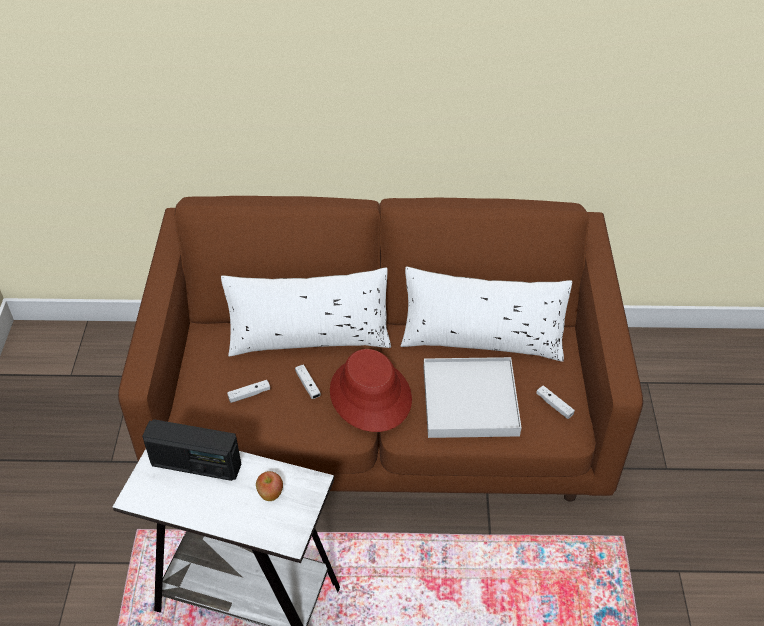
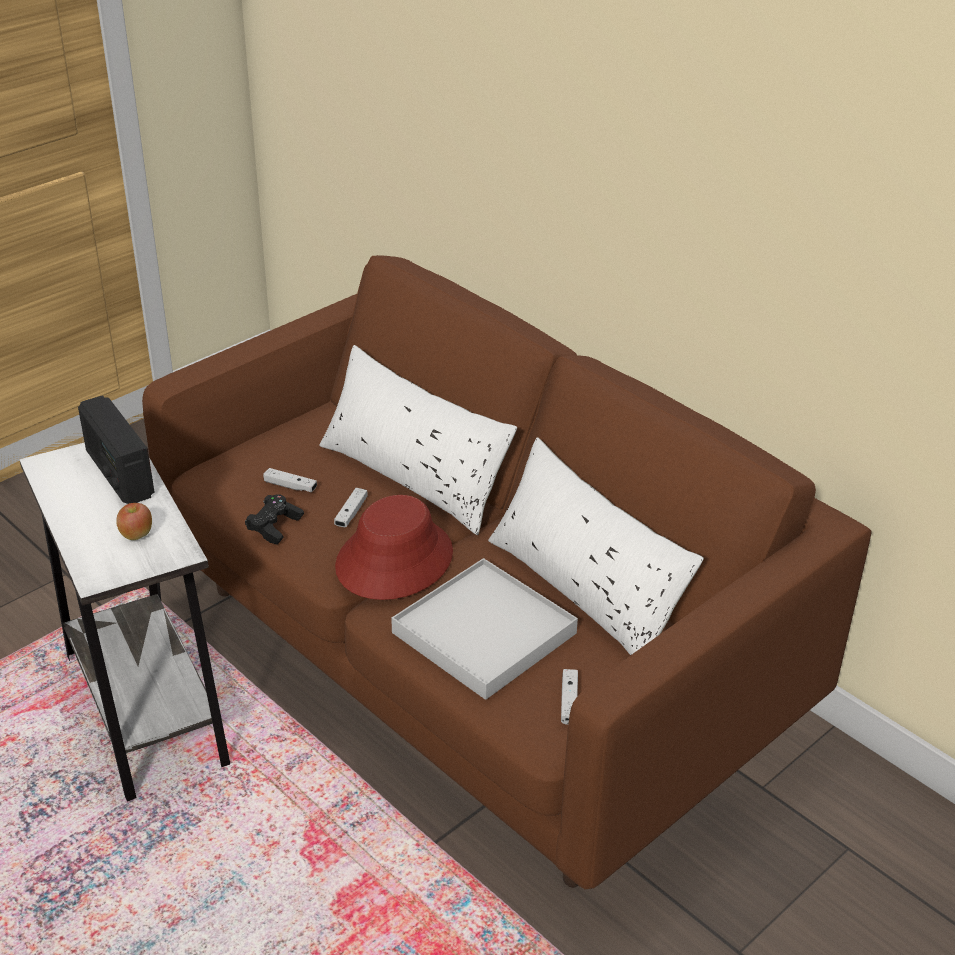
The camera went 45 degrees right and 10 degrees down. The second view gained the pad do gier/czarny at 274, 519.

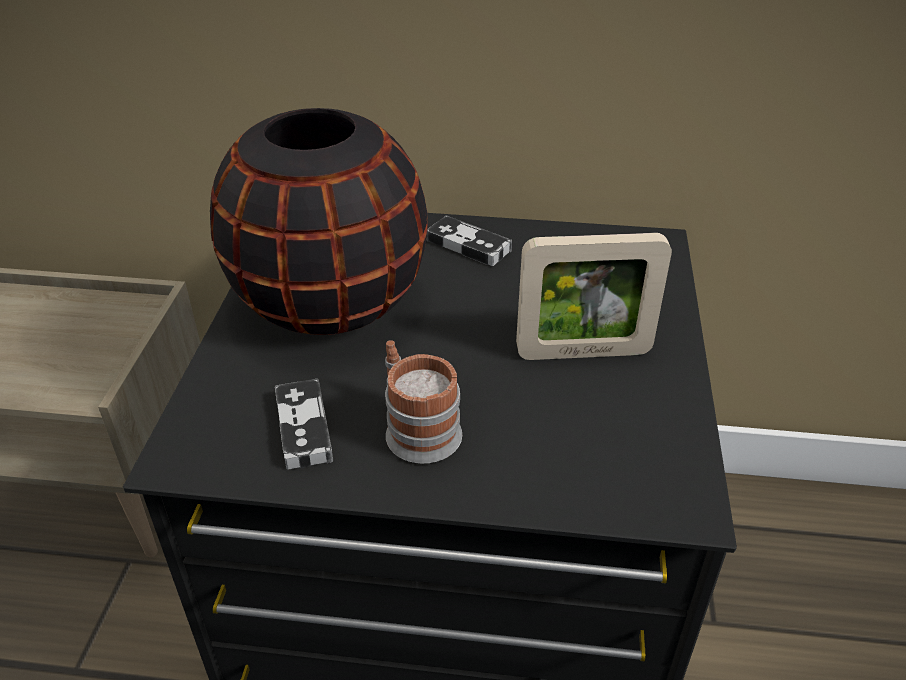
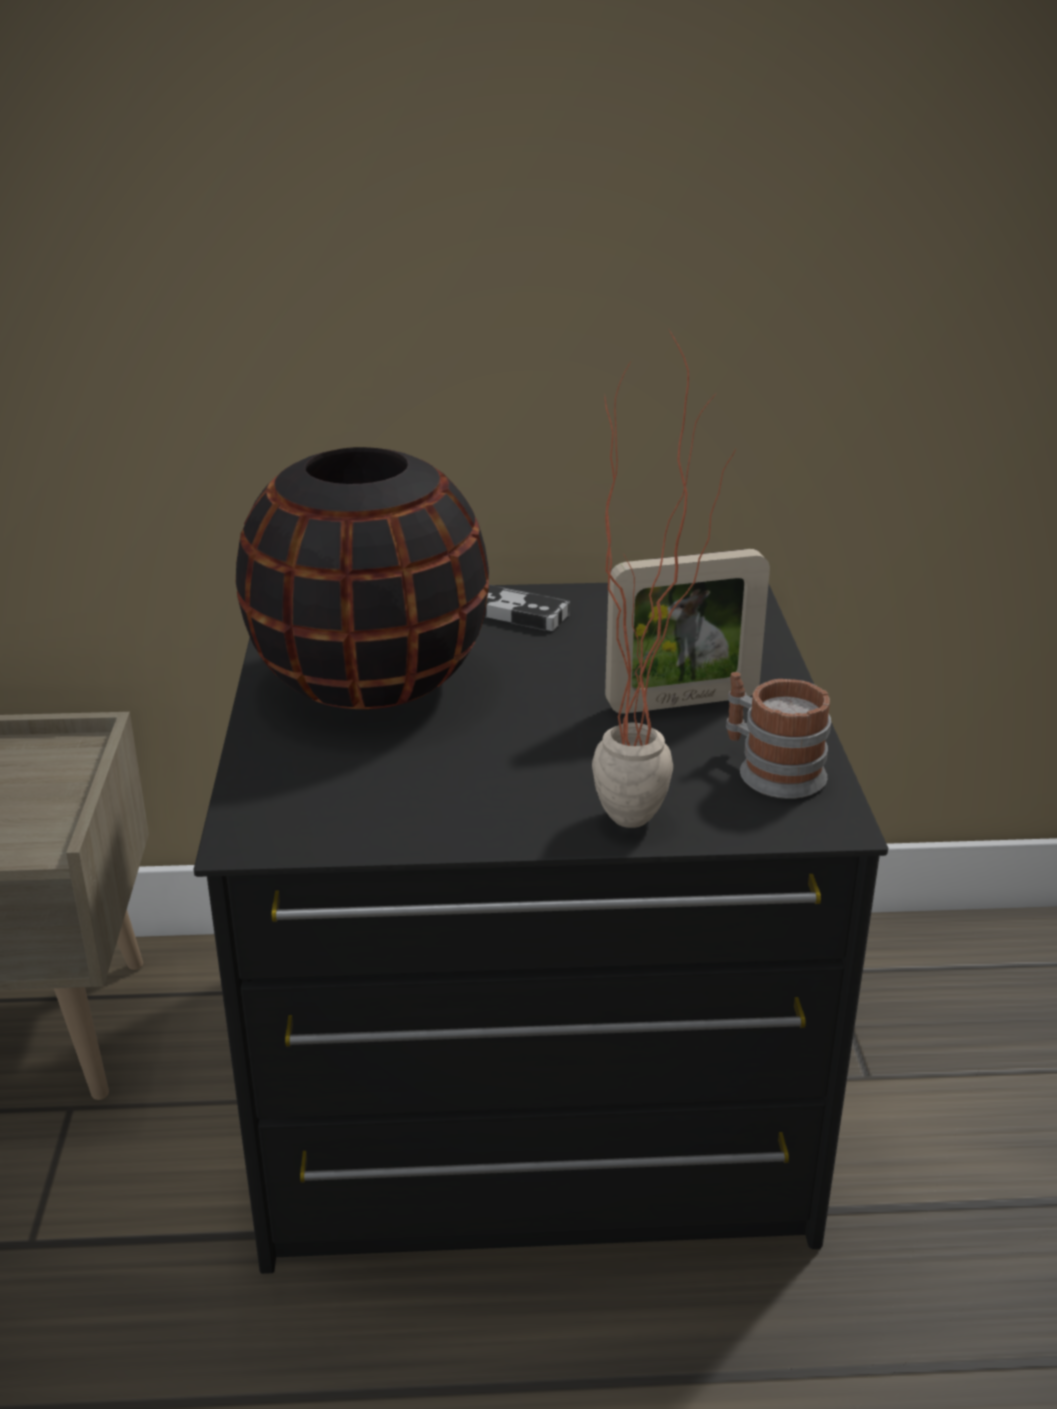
The camera went 10 degrees left and 10 degrees down. The second view lost the pad do gier at 304, 424. The kubek ended up elsewhere, having gone from 423, 402 to 778, 735. The second view gained the roślina doniczkowa at 664, 578.

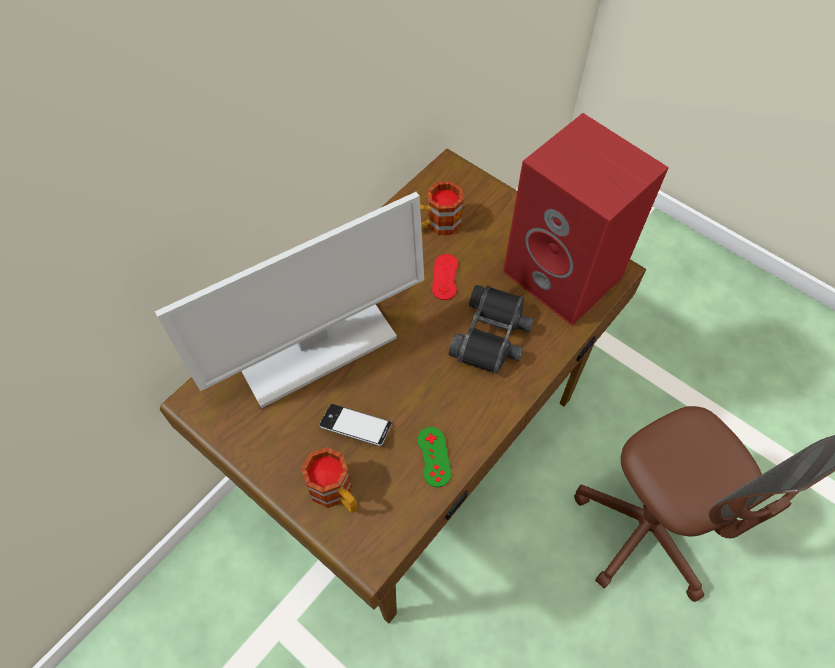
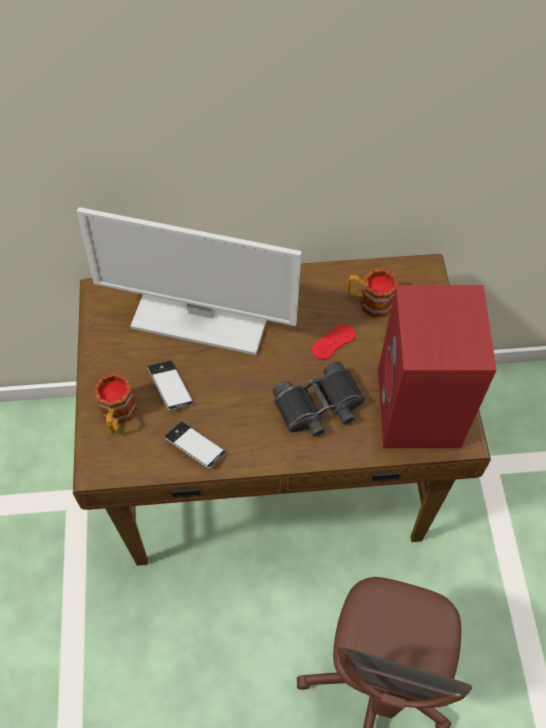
The camera went 45 degrees right and 0 degrees up. Where the pad do gier/zielony stood at 434, 457, the telefon came to stand at 195, 445.

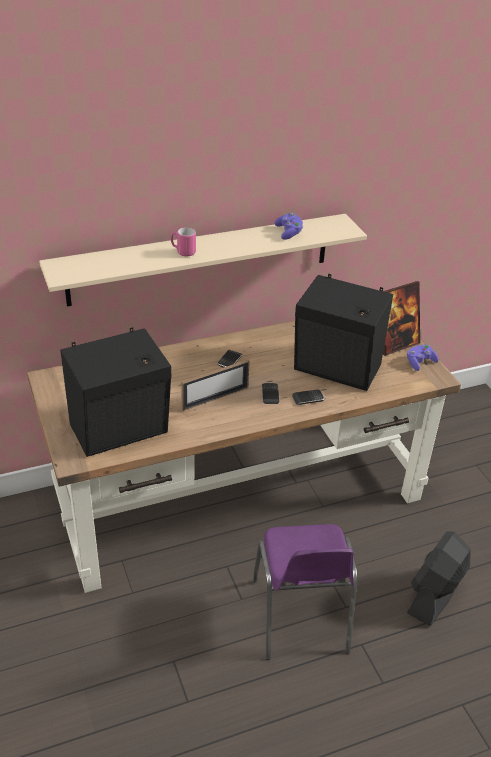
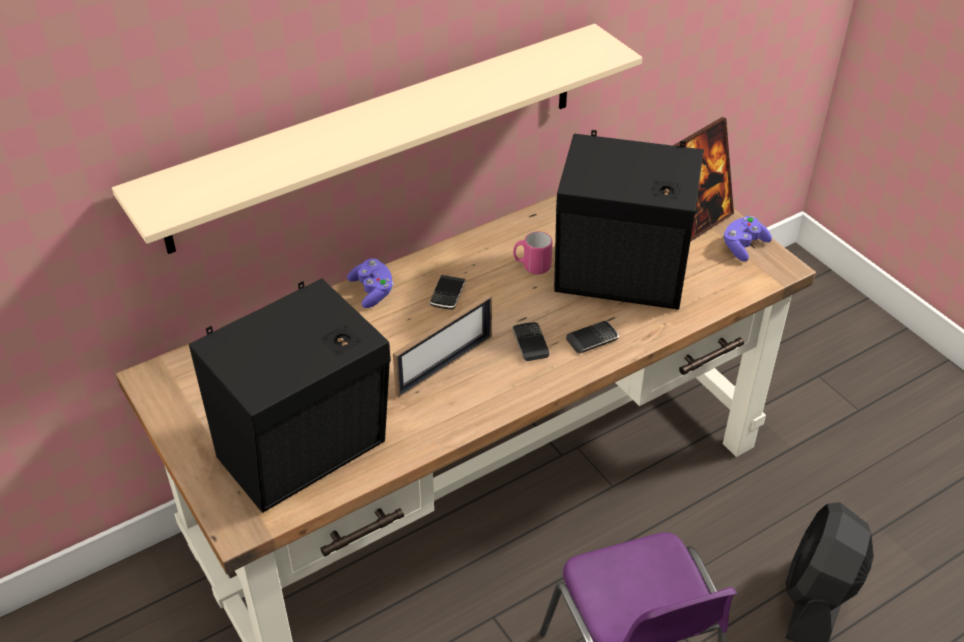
The camera went 10 degrees left and 5 degrees up. The kubek/różowy ended up elsewhere, having gone from 183, 241 to 532, 252. The pad do gier/fioletowy ended up elsewhere, having gone from 289, 226 to 370, 283.

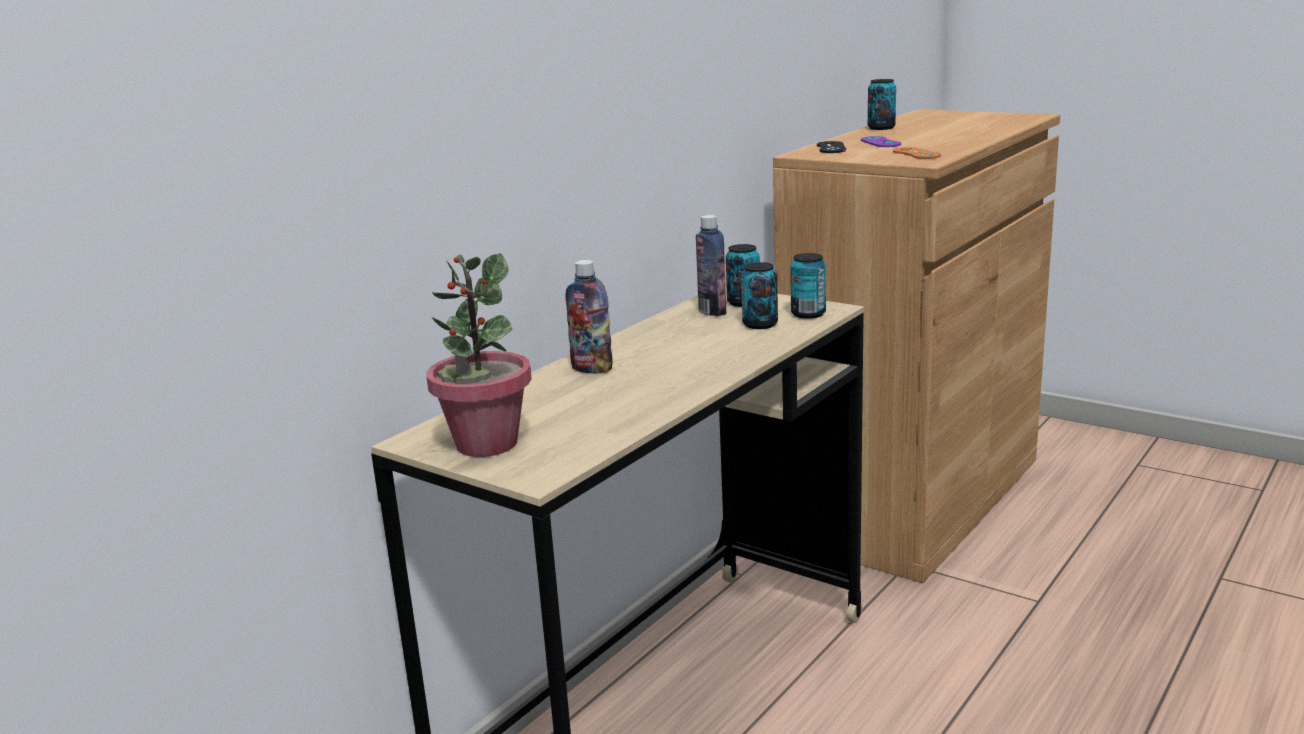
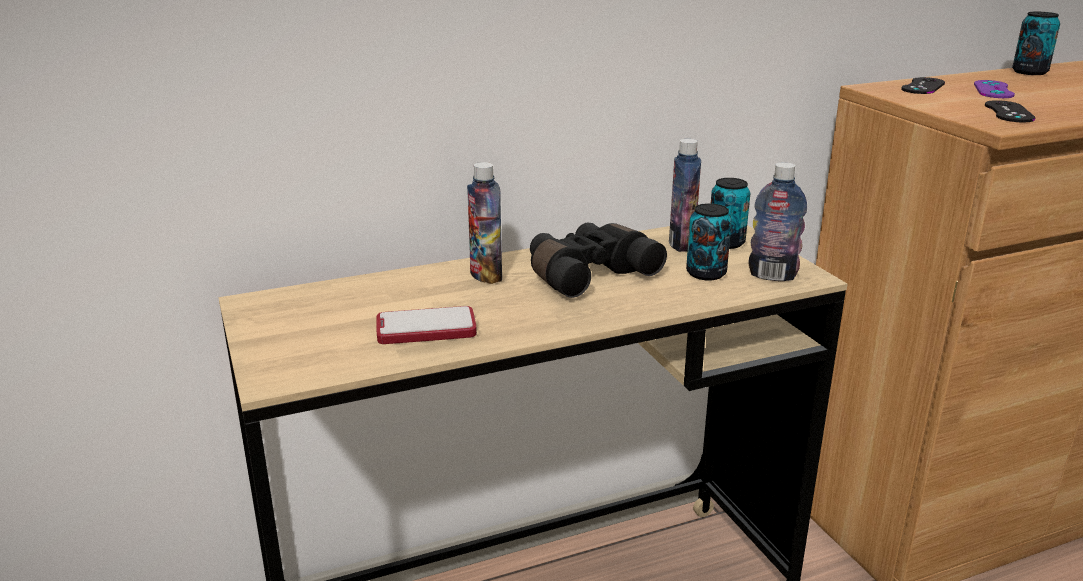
The camera went 30 degrees right and 5 degrees up. The second view lost the roślina doniczkowa at 479, 355. Where the puszka stood at 808, 286, the butelka came to stand at 777, 221. What was the pad do gier/pomarańczowy at 917, 153 turned into the pad do gier/czarny at 1010, 111. The second view gained the telefon at 426, 325. The second view gained the lornetka/czarny at 598, 260.

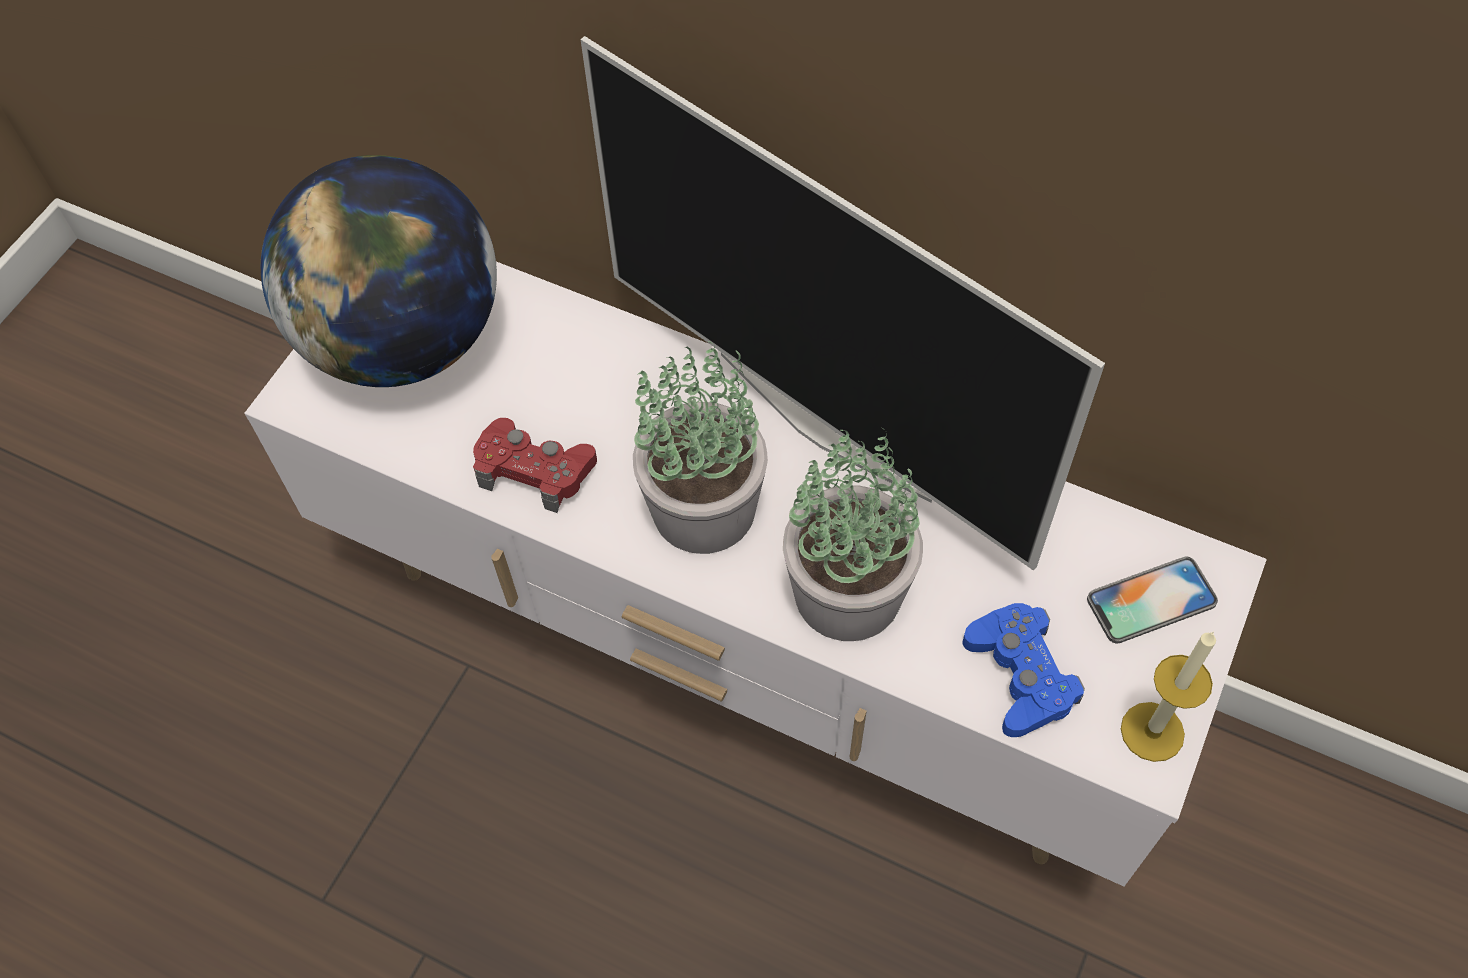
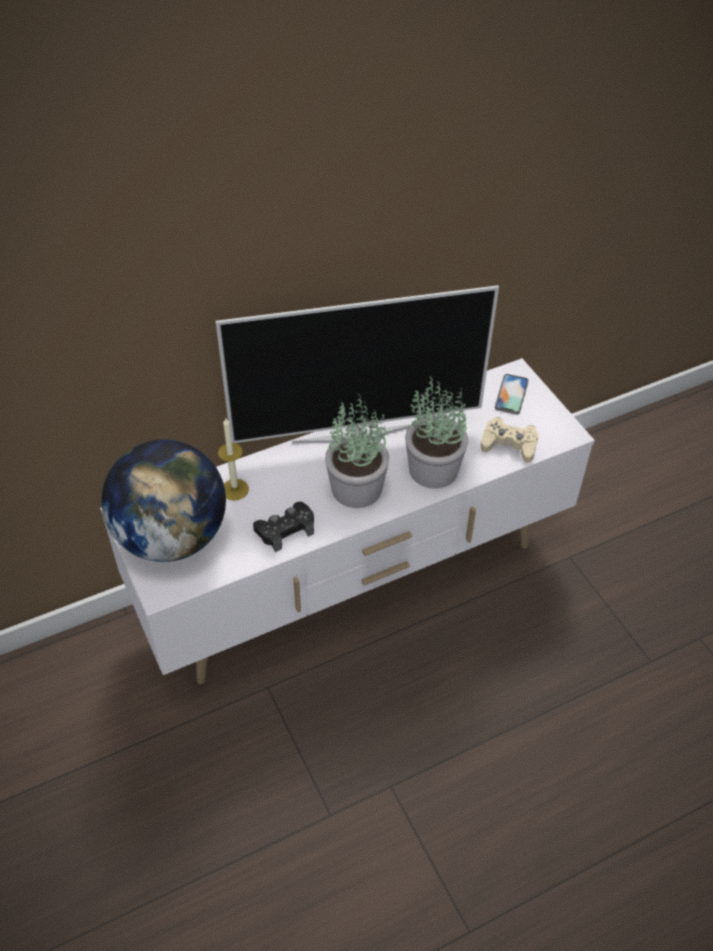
The camera went 55 degrees left and 10 degrees down. What was the pad do gier/czerwony at 535, 465 turned into the pad do gier/czarny at 283, 527. What was the pad do gier/niebieski at 1023, 670 turned into the pad do gier/beżowy at 510, 440. The świeca ended up elsewhere, having gone from 1168, 696 to 233, 459.

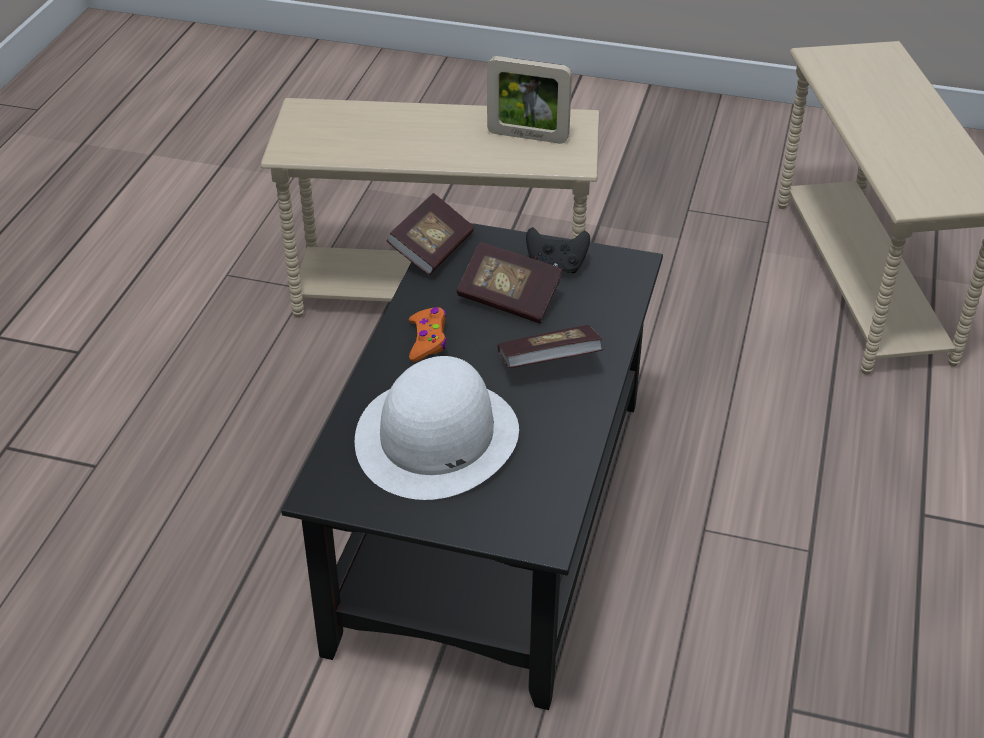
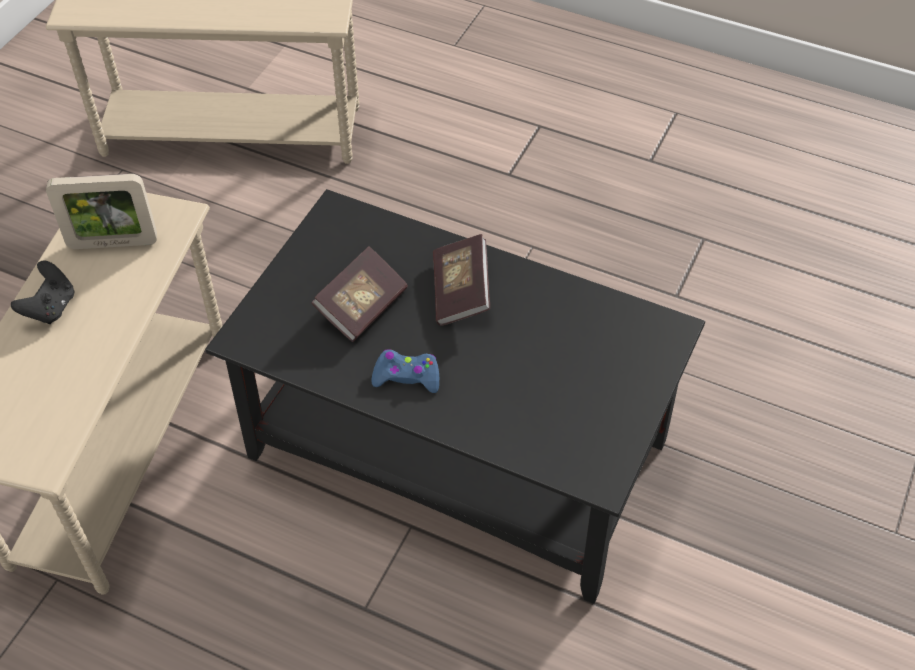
The camera went 80 degrees left and 10 degrees up. The second view lost the kapelusz/biały at 437, 428. The second view lost the książka at 430, 234. What was the pad do gier/pomarańczowy at 427, 334 turned into the pad do gier/niebieski at 405, 371. The ramka na zdjęcie at 529, 100 ended up facing another way, 60 degrees clockwise from before. The pad do gier/czarny ended up elsewhere, having gone from 558, 250 to 42, 292.

